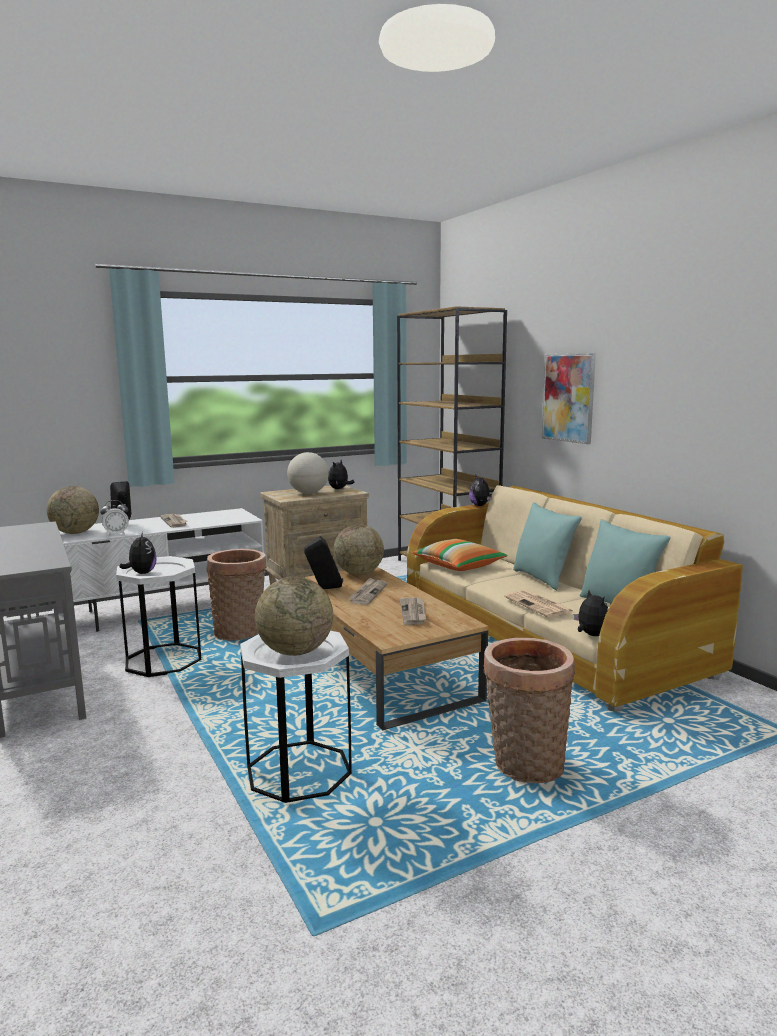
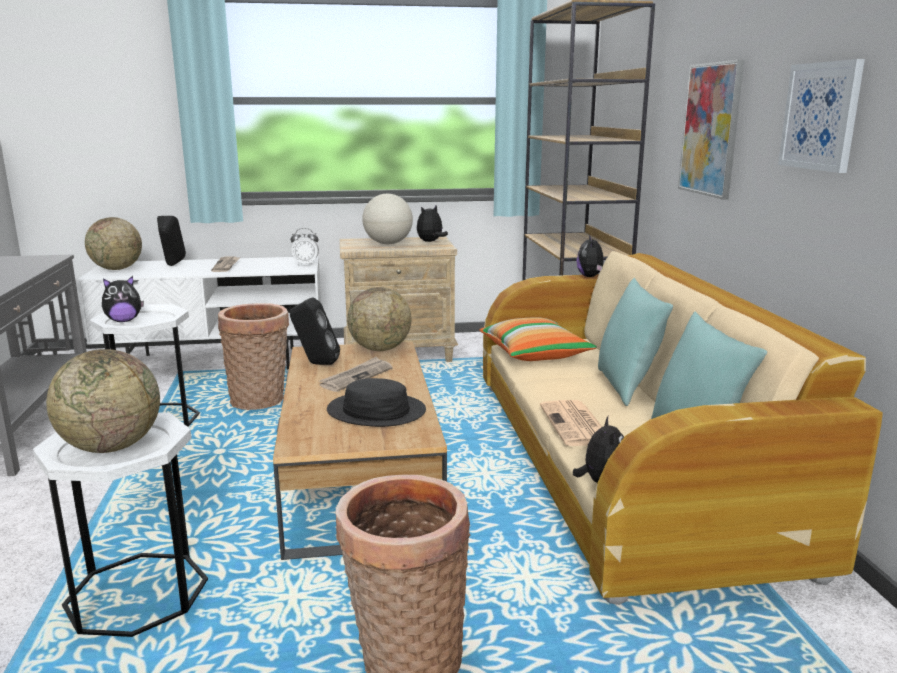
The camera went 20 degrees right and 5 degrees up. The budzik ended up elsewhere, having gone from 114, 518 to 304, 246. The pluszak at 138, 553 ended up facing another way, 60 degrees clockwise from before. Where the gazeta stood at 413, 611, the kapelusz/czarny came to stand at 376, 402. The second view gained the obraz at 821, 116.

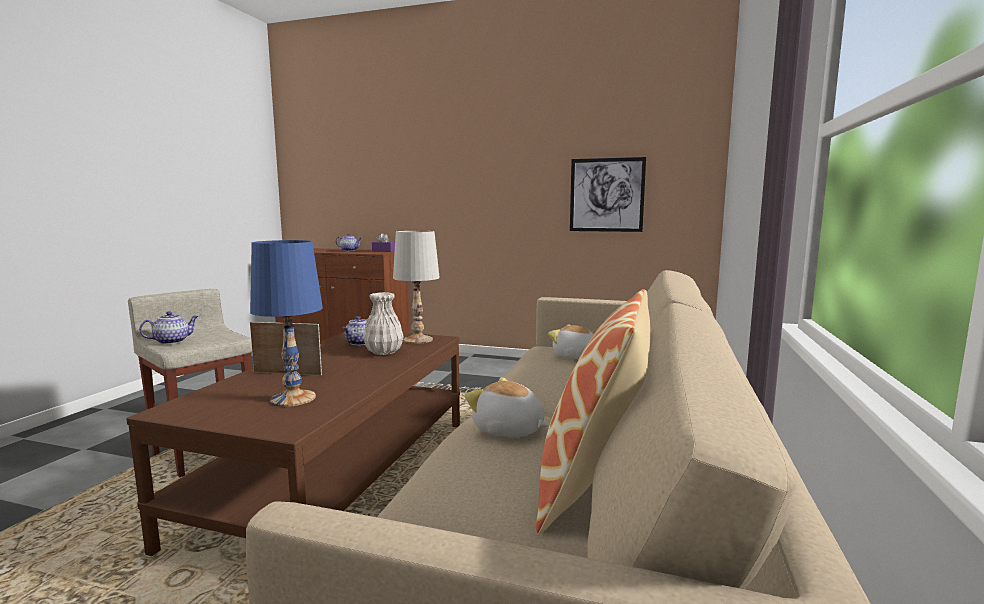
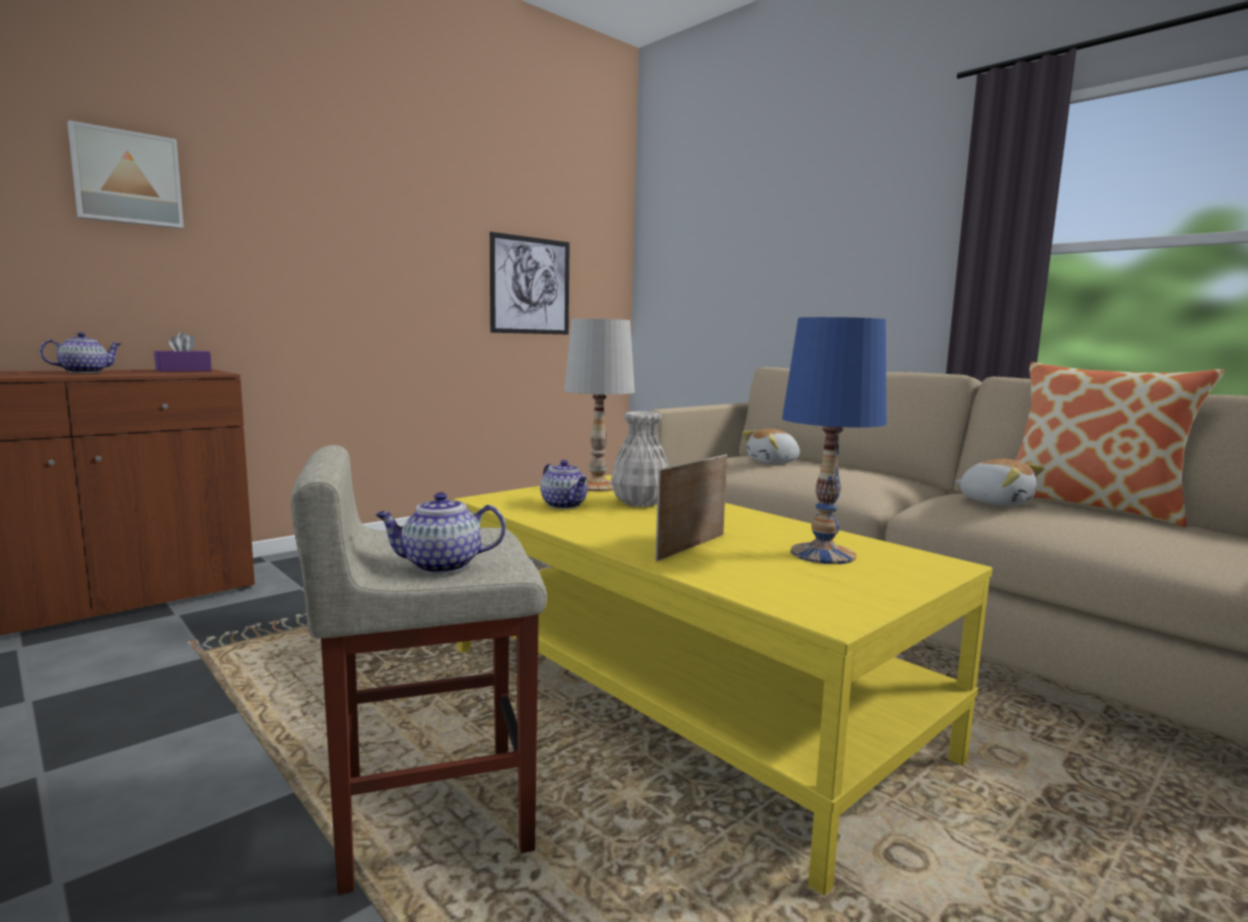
The camera went 60 degrees left and 0 degrees up. What was the ława/brązowy at 293, 444 turned into the ława/żółty at 723, 685. The imbryk at 169, 327 ended up facing another way, 90 degrees counterclockwise from before. The pluszak at 506, 407 ended up facing another way, 105 degrees counterclockwise from before. The second view gained the obraz at 125, 174.

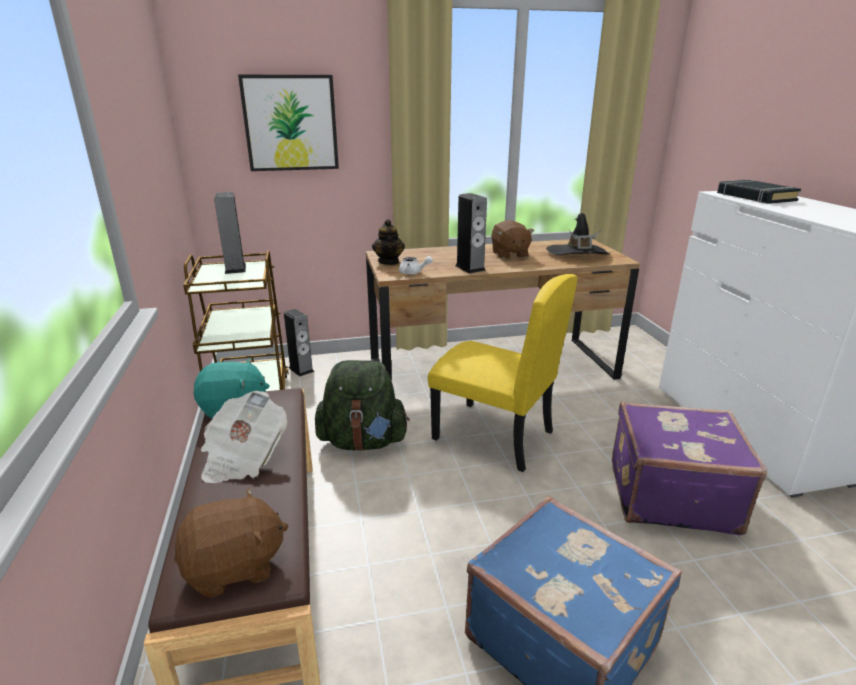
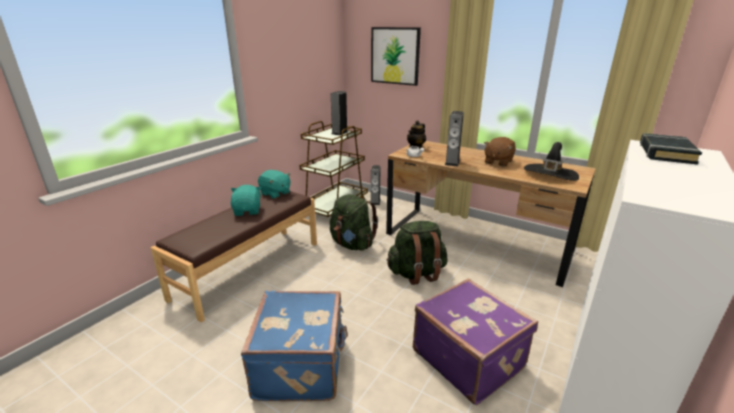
The camera went 45 degrees right and 0 degrees up. The second view lost the pluszak/brązowy at 231, 542. Where the gazeta stood at 244, 437, the pluszak/turkusowy came to stand at 246, 200. Where the krzesło/żółty stood at 502, 373, the plecak/zielony came to stand at 417, 253.

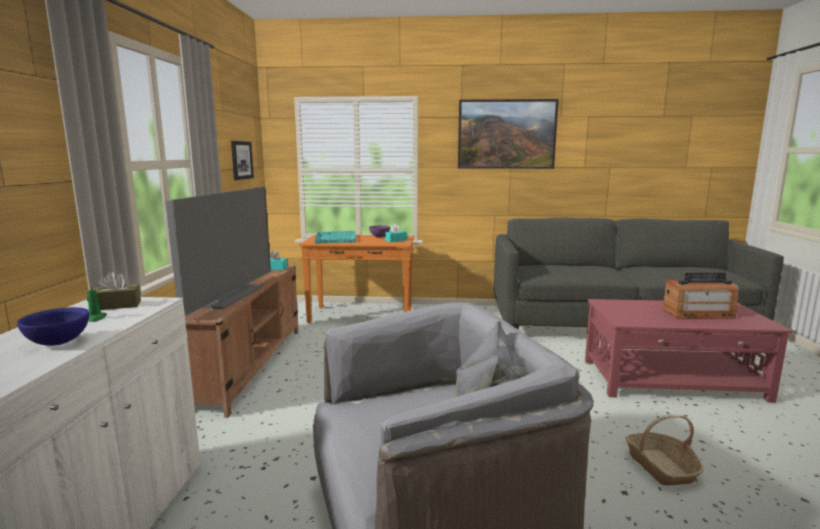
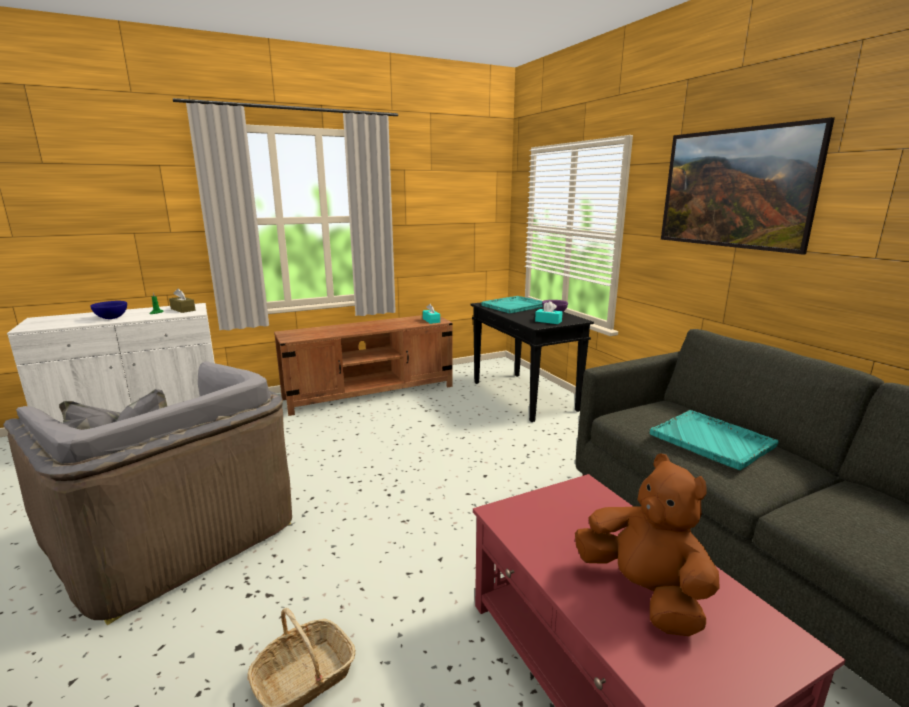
The camera went 60 degrees right and 5 degrees up. The second view lost the telewizor at 218, 251. The second view lost the obraz at 242, 160. What was the stolik konsolowy/pomarańczowy at 356, 278 turned into the stolik konsolowy/czarny at 532, 362. Where the radio stood at 701, 296, the pluszak/brązowy came to stand at 647, 544. The second view gained the taca/turkusowy at 714, 440.

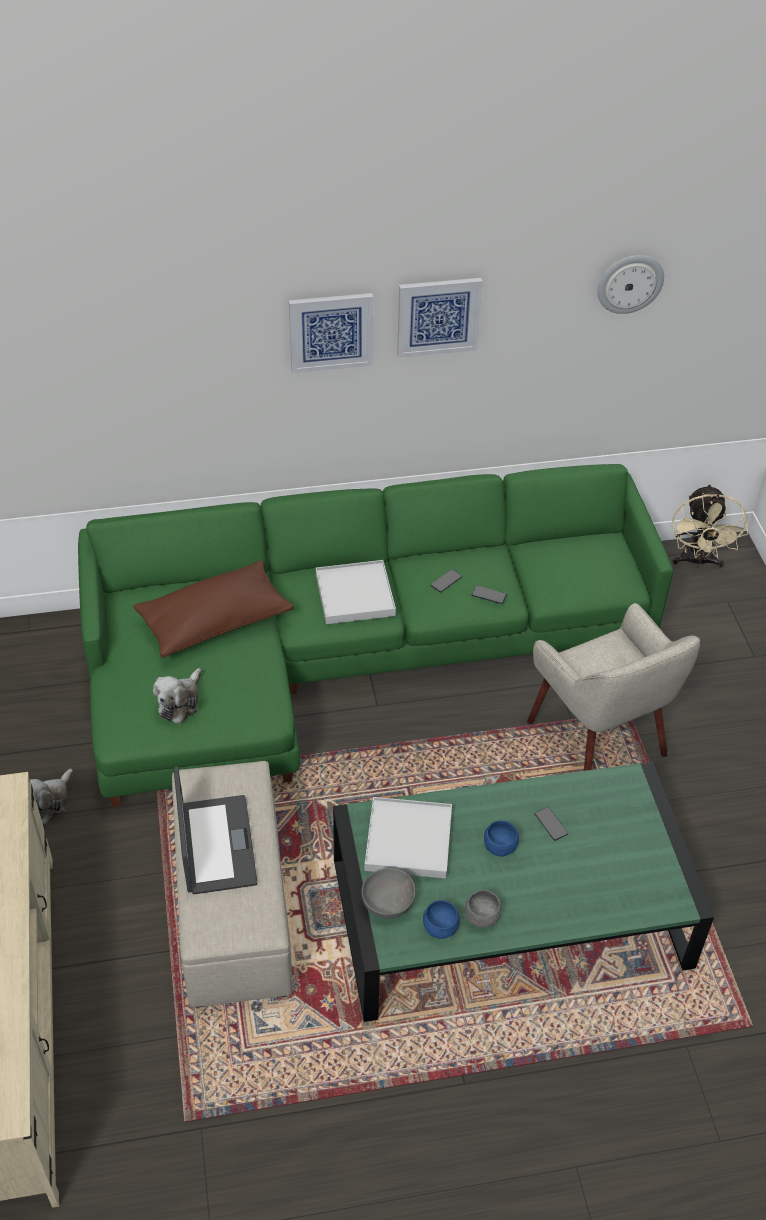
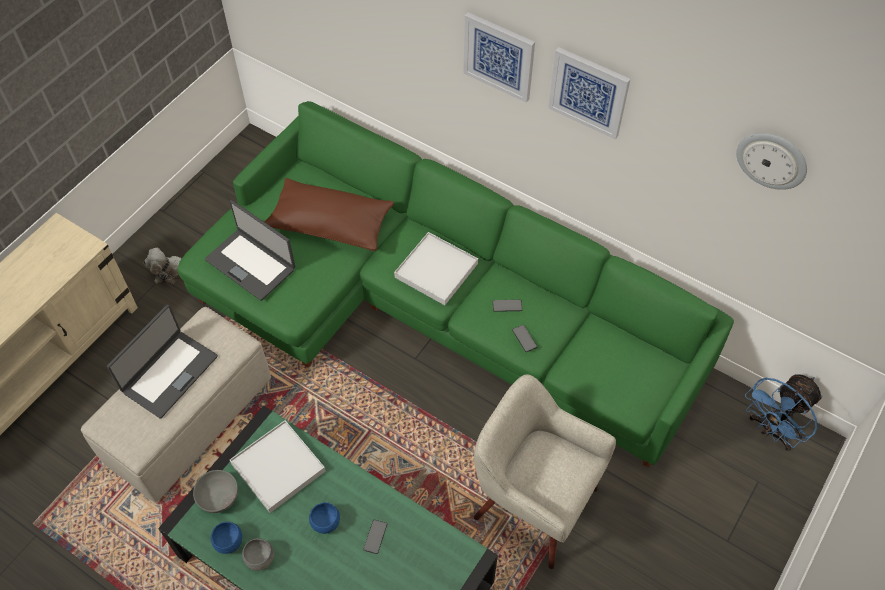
The camera went 45 degrees right and 10 degrees up. Where the pluszak stood at 177, 696, the laptop came to stand at 250, 250. The fotel/beżowy at 613, 687 ended up facing another way, 105 degrees clockwise from before. What was the wentylator/beżowy at 710, 526 turned into the wentylator/niebieski at 784, 412.

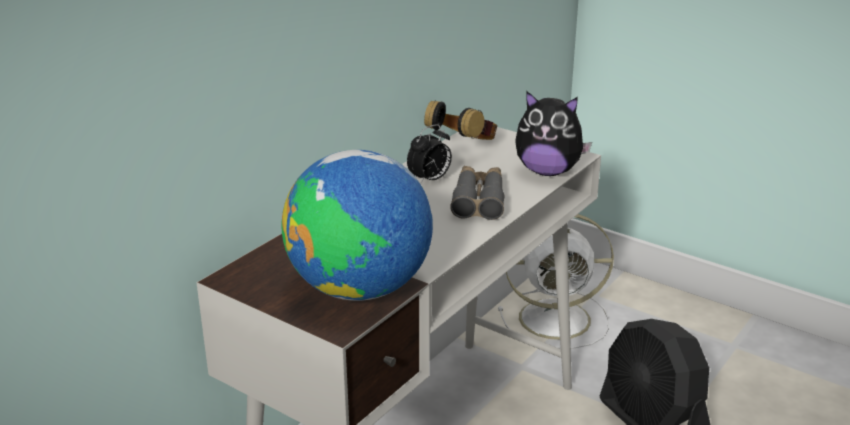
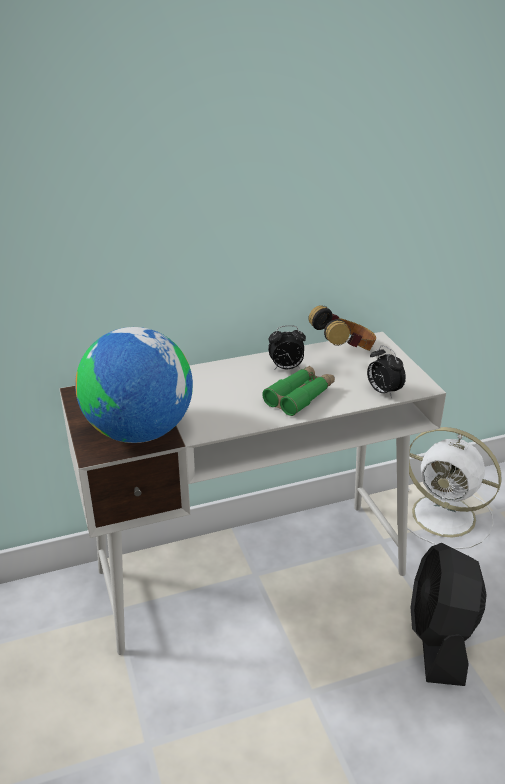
The camera went 35 degrees right and 5 degrees up. What was the lornetka/szary at 477, 193 turned into the lornetka/zielony at 298, 390. Where the pluszak stood at 554, 133, the budzik came to stand at 386, 371.

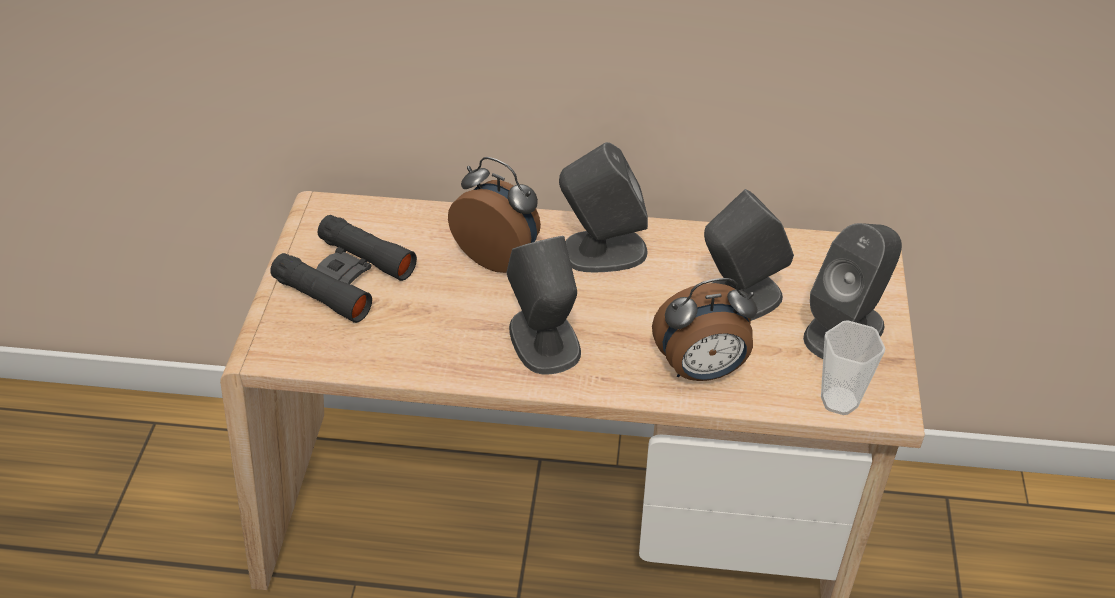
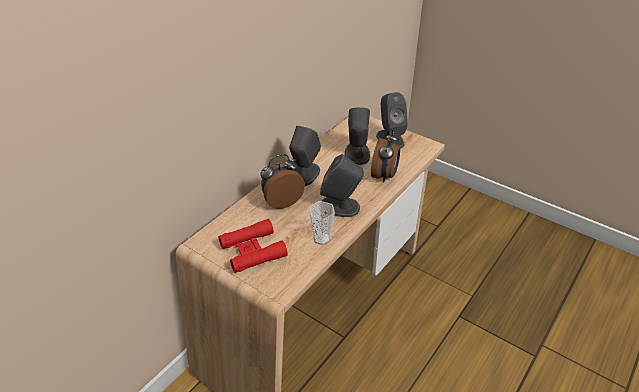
The camera went 60 degrees left and 5 degrees down. What was the lornetka/czarny at 343, 269 turned into the lornetka/czerwony at 253, 246. The filiżanka ended up elsewhere, having gone from 853, 367 to 322, 223.

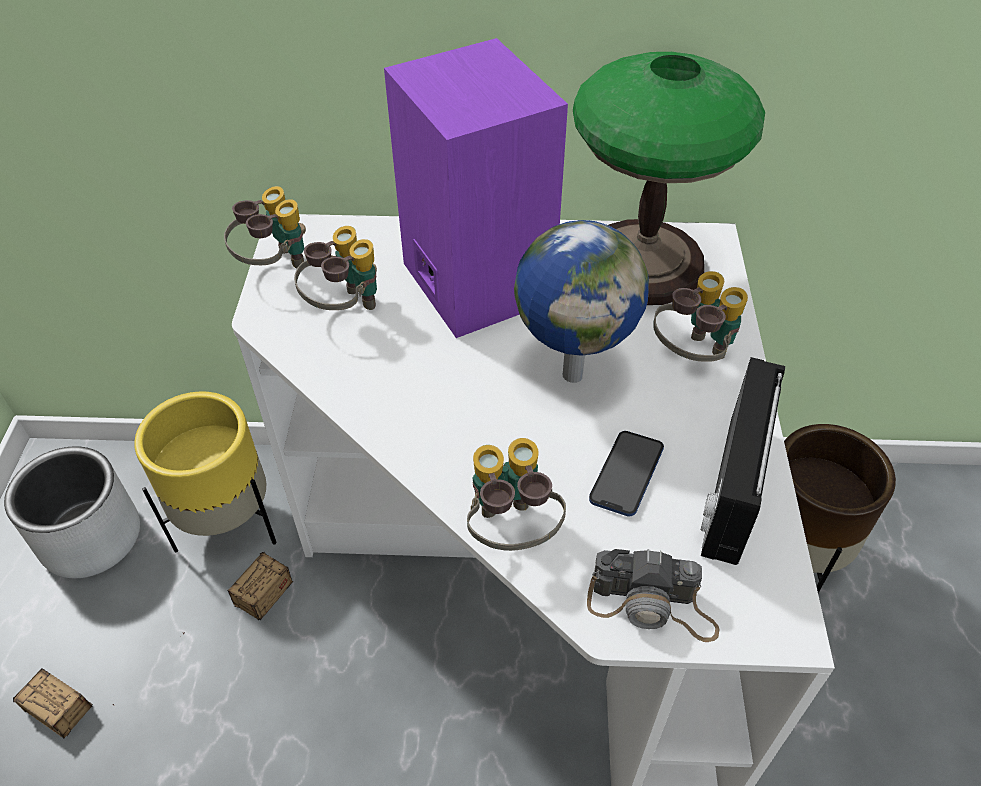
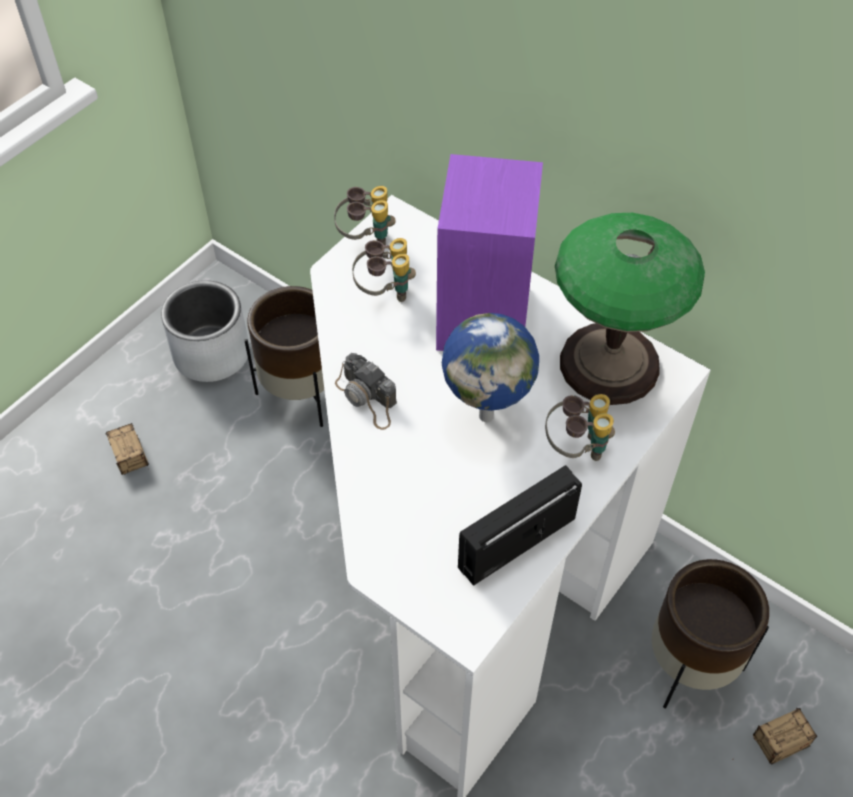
The camera went 35 degrees right and 5 degrees up. What was the donica/żółty at 205, 472 turned into the donica/brązowy at 284, 356. The pojemnik do przechowywania ended up elsewhere, having gone from 238, 593 to 774, 736. The second view lost the lornetka at 516, 494. The aparat fotograficzny ended up elsewhere, having gone from 653, 595 to 366, 391. The second view lost the telefon at 626, 474.

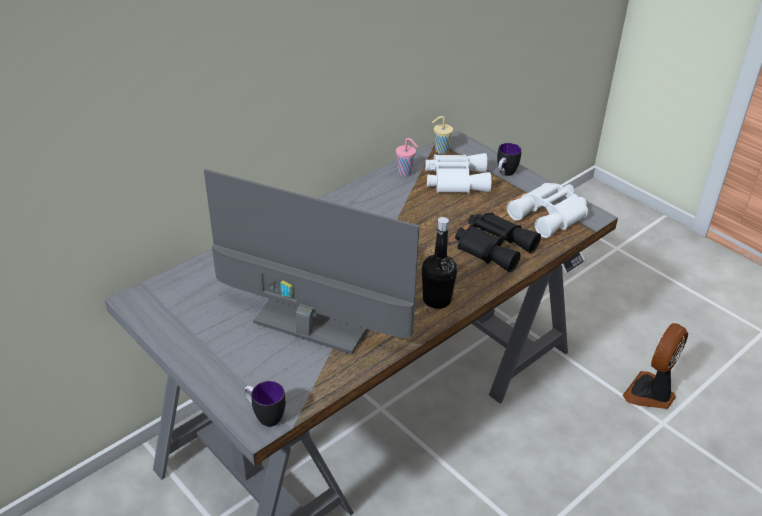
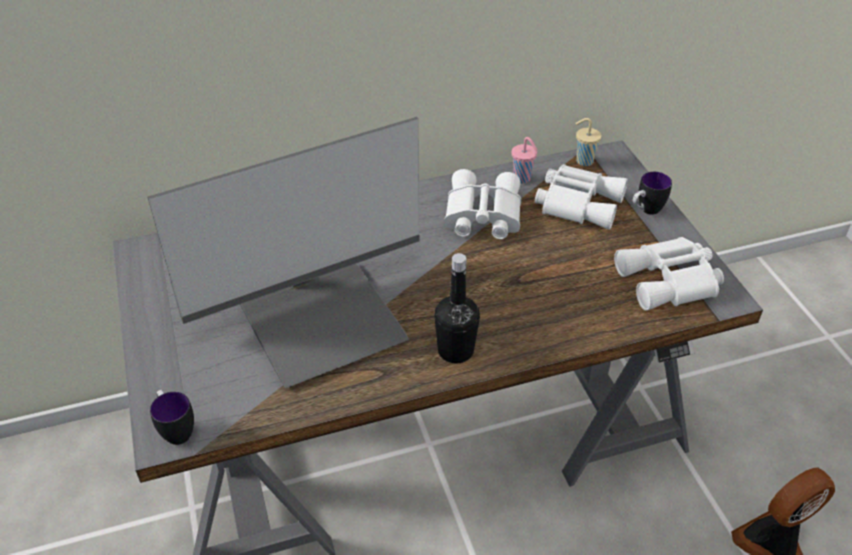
The camera went 25 degrees right and 5 degrees up. The monitor at 312, 261 ended up facing another way, 105 degrees clockwise from before. The second view lost the lornetka/czarny at 498, 242. The second view gained the lornetka/biały at 482, 204.

